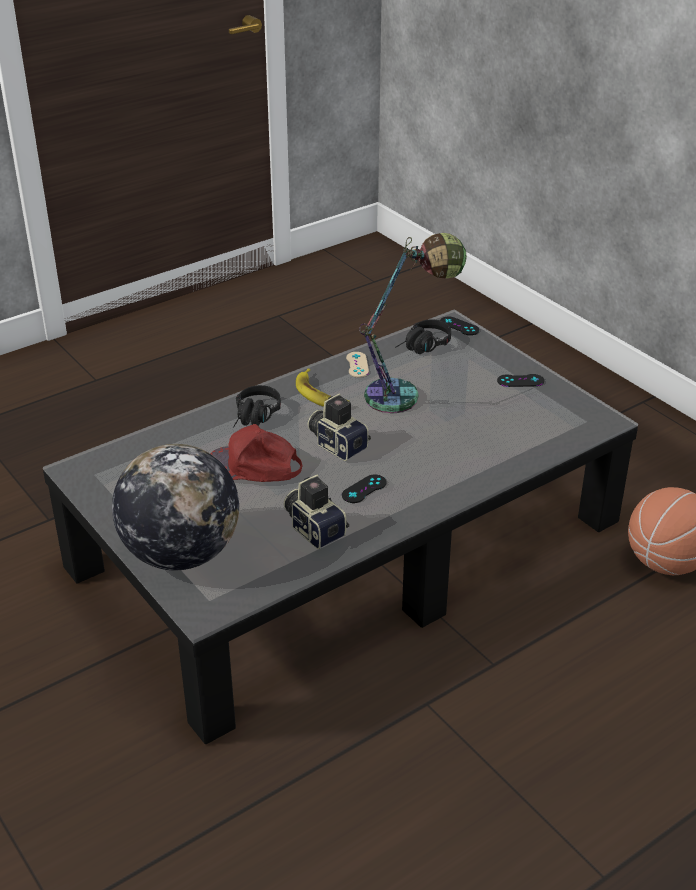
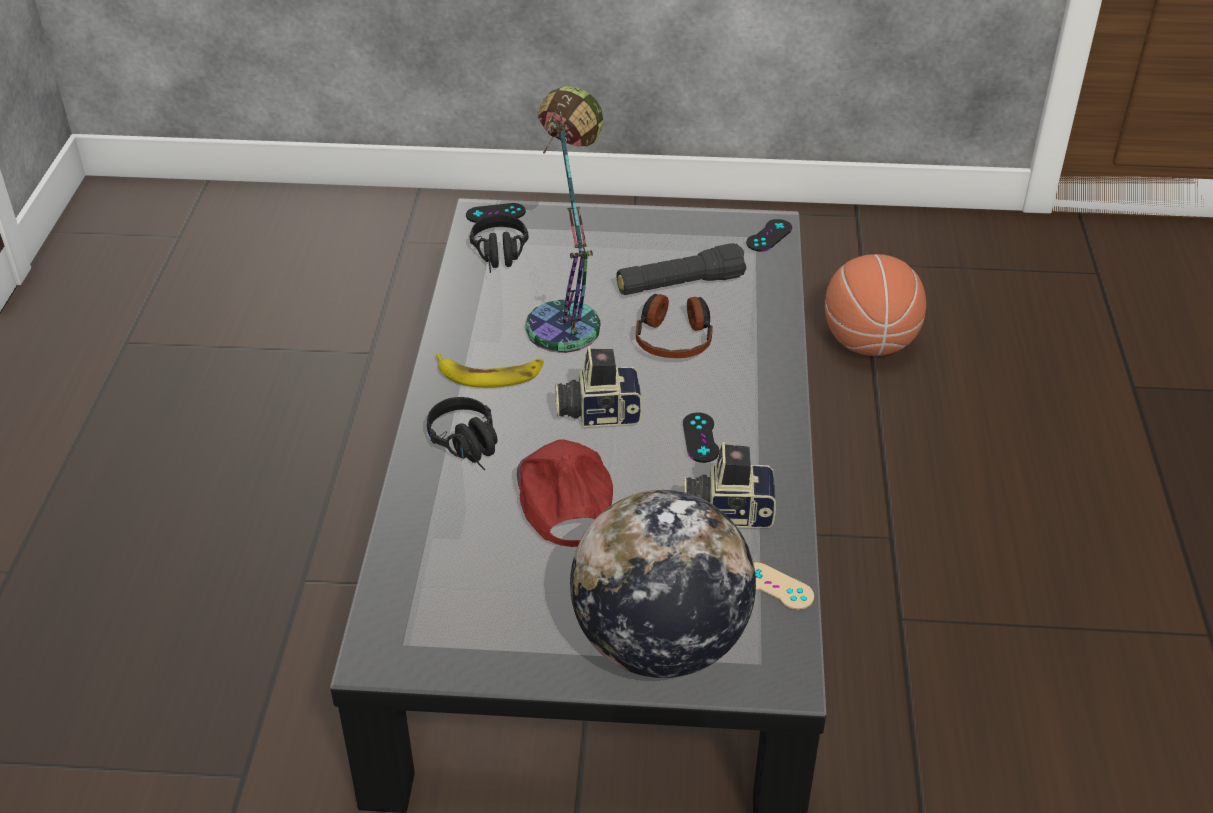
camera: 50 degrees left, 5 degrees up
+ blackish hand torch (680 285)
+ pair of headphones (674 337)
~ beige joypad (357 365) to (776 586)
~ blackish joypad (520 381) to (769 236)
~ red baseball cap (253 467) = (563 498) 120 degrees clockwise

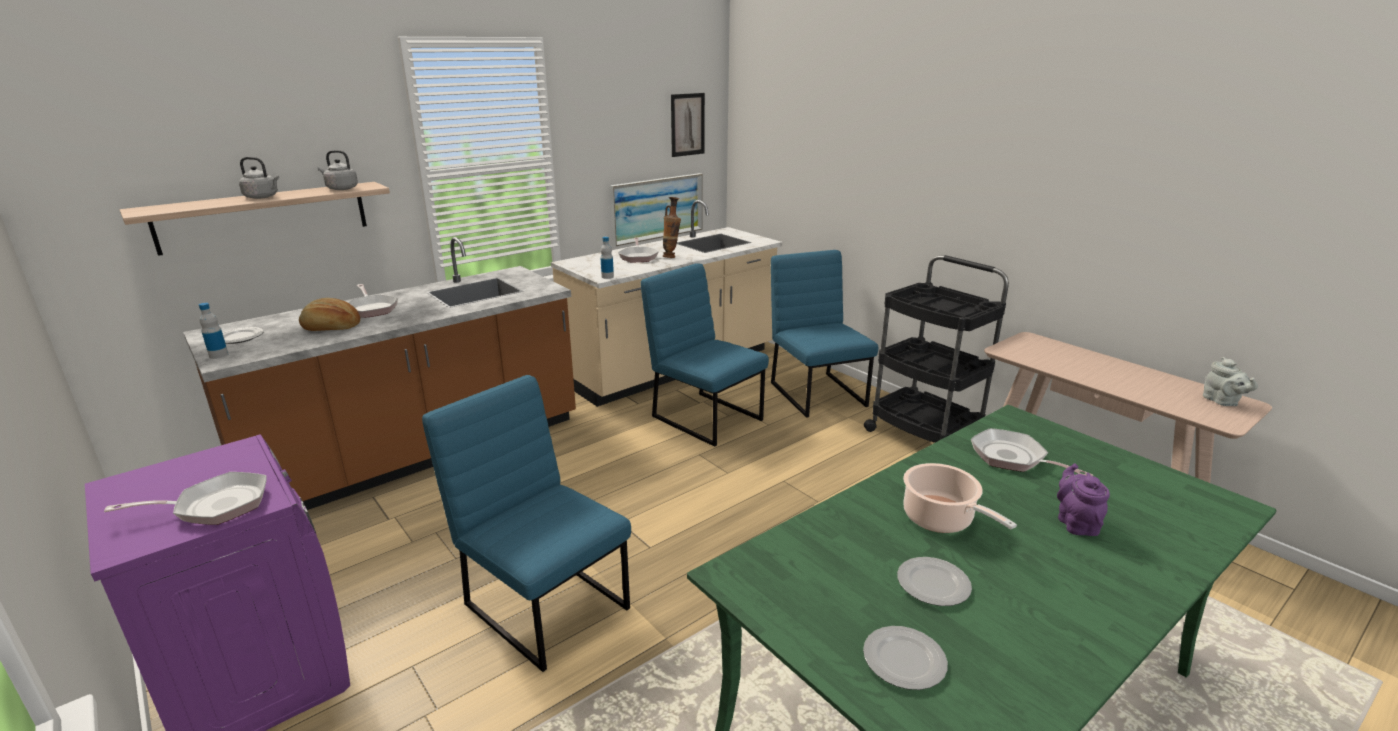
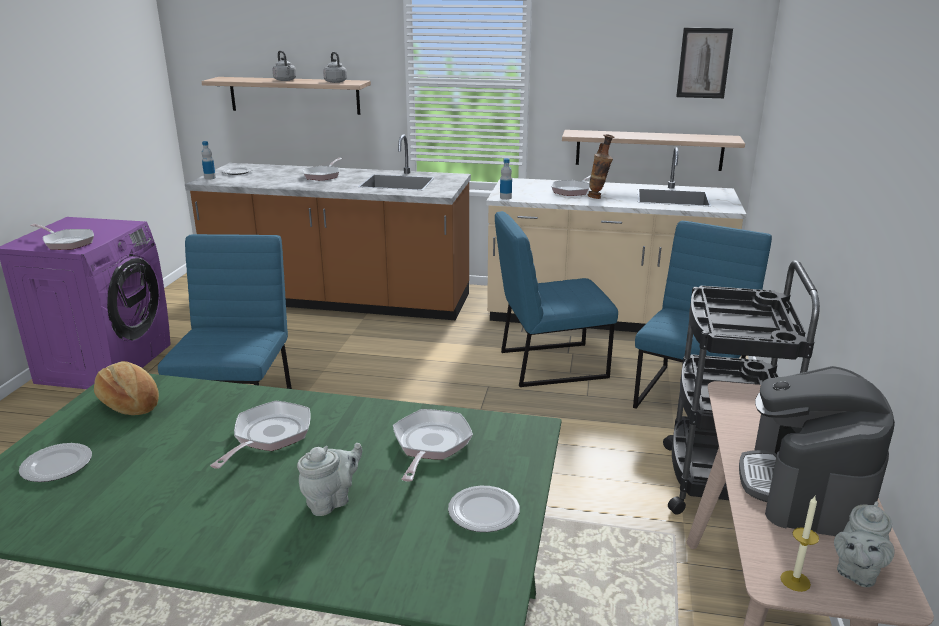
camera: 50 degrees right, 0 degrees up
+ coffee machine (806 487)
+ wax candle (795 581)
~ baked bread (331 328) to (129 403)
~ dinner plate (932 584) to (483 512)
~ wall picture (657 208) to wall shelf (649 150)
~ stockpot (941 519) to pan (269 436)
~ purple-coloured teapot (1075 523) to gray teapot (331 501)
~ blue upright chair (705 416) = (549 364) 105 degrees counterclockwise

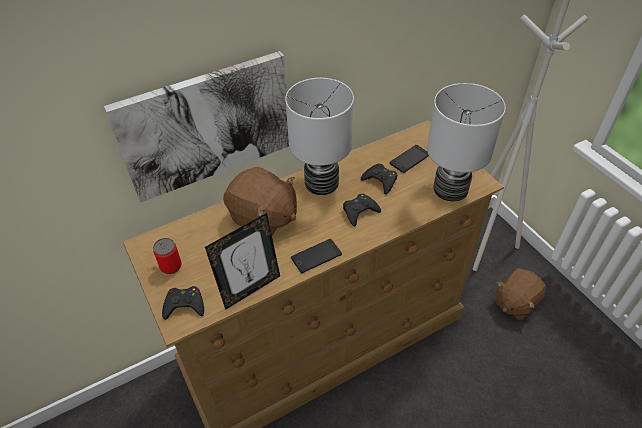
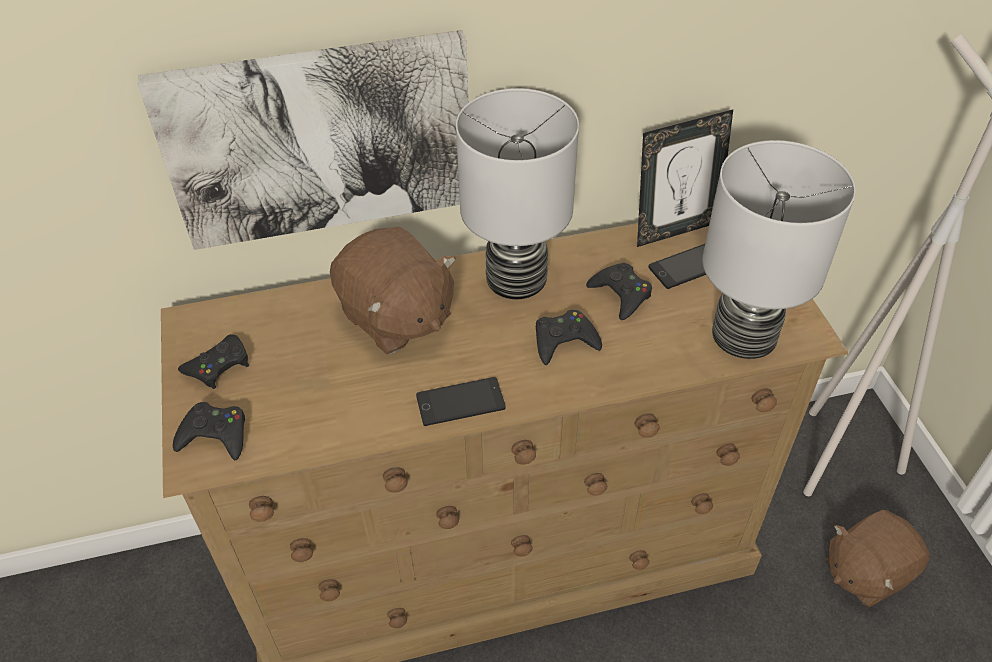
camera: 15 degrees right, 0 degrees up
~ standing frame (250 289) to (674 229)
~ can (171 266) to blackish joypad (218 366)

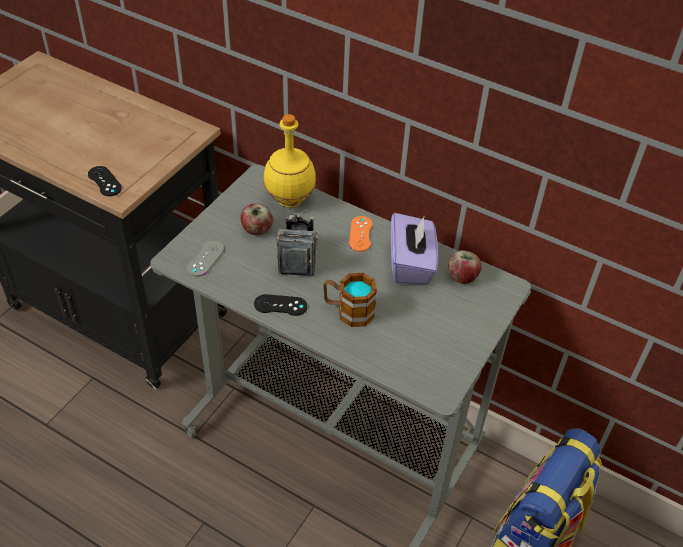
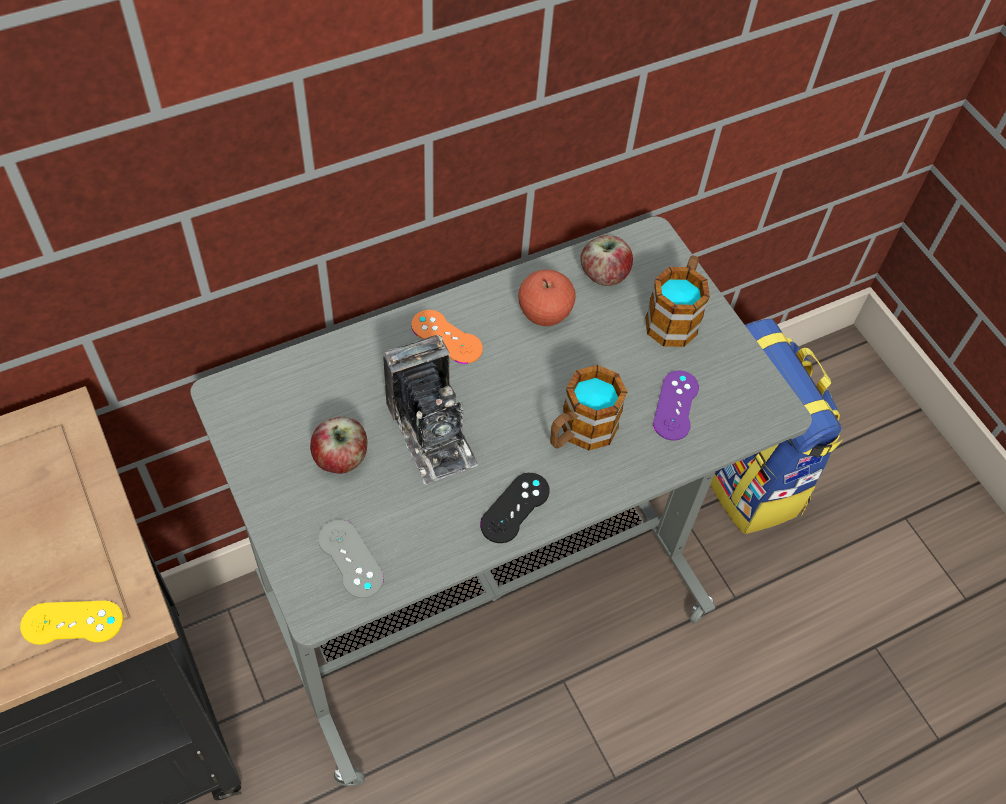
camera: 60 degrees left, 10 degrees up
- yellow bottle (290 201)
+ tea mug (674 316)
+ purple-coloured joypad (676 405)
~ purple-coloured tissue box (411 264) to apple (544 314)
~ blackish joypad (104 181) to yellow joypad (72 623)
~ still camera (299 254) = (431 432) 150 degrees counterclockwise

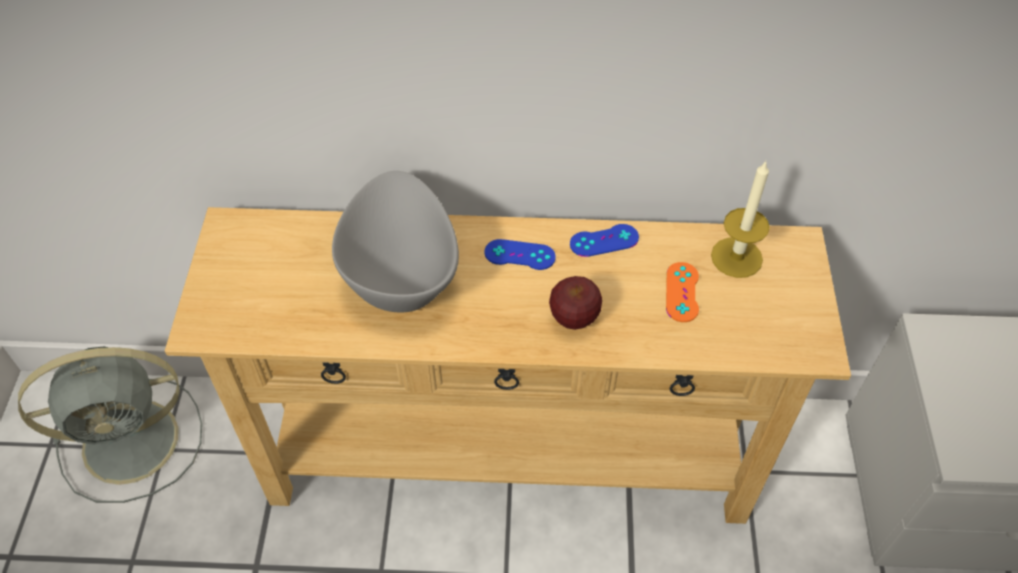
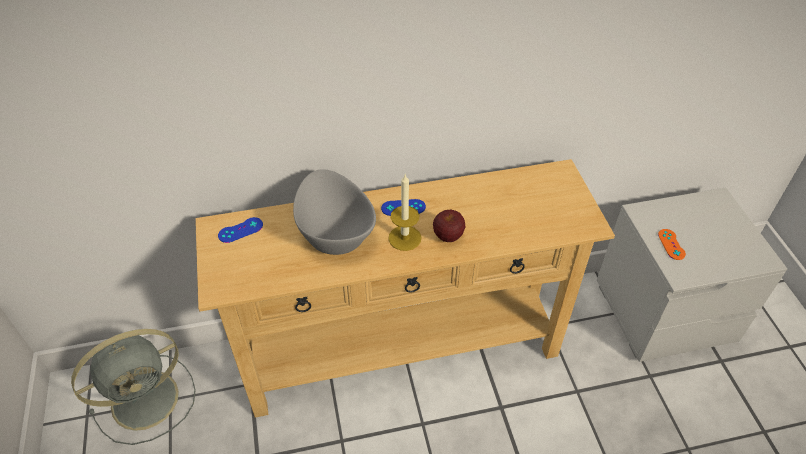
camera: 15 degrees left, 5 degrees down
~ blue joypad (604 241) to (240 230)
~ orangey joypad (682 292) to (671 244)
~ wax candle (736 257) to (404 238)

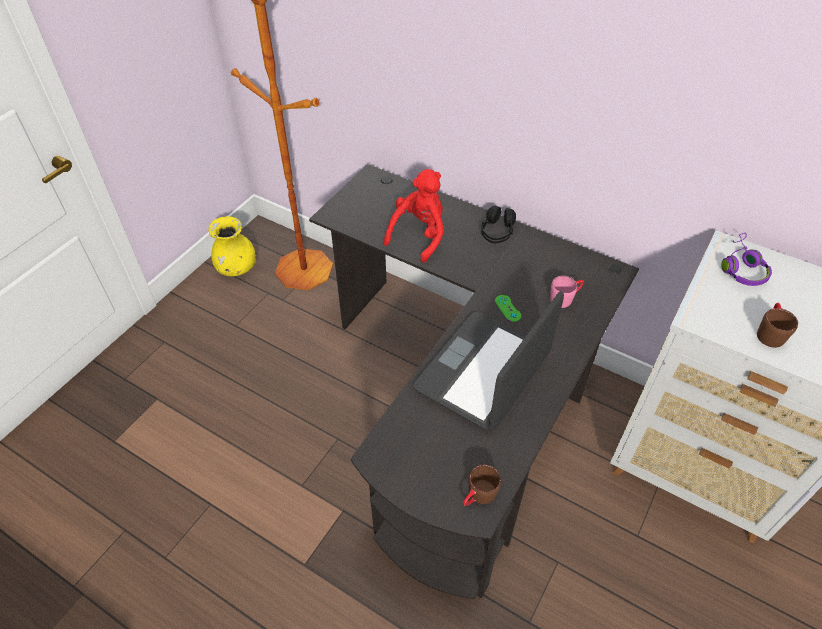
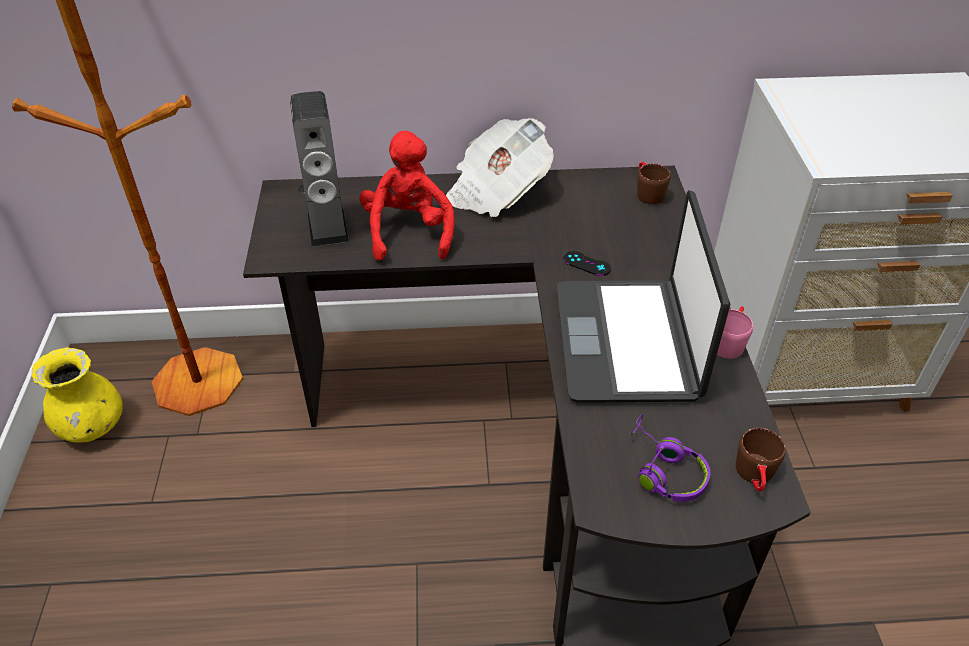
camera: 35 degrees left, 5 degrees down
+ loudspeaker (328 227)
~ pinkish tea mug (565 298) to (728 341)
~ purple-coloured pair of headphones (741 268) to (663 470)
~ brown tea mug (769 332) to (647 192)
~ blackish pair of headphones (497 232) to daily paper (496 191)
~ green joypad (508 308) to blackish joypad (587 264)

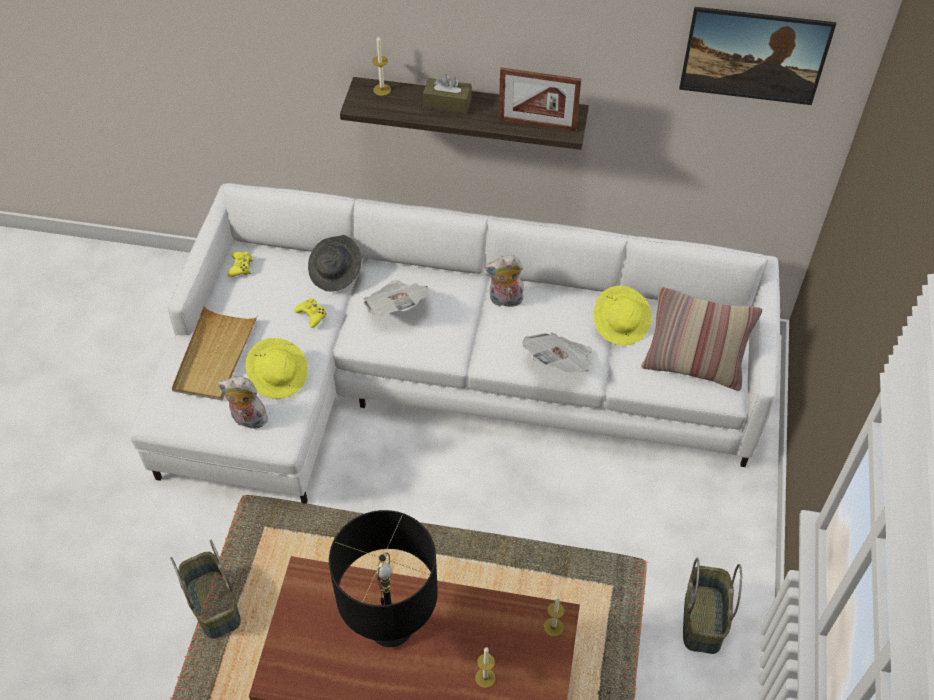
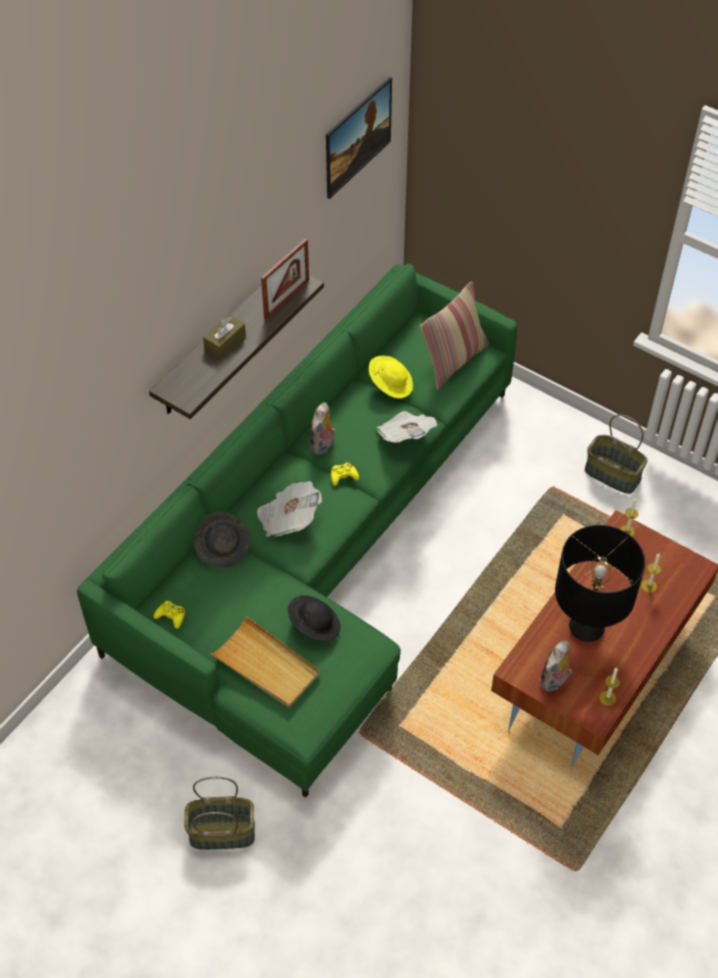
camera: 65 degrees left, 0 degrees up
~ household basket (215 605) to (222 831)
~ plush toy (247 420) to (554 681)
~ yellow joypad (312 315) to (343 476)
~ wax candle (382 89) to (607 698)
~ white-coloured sofa (441 377) to green sofa (316 547)
~ yellow clothing hat (279 376) to blackish clothing hat (314 625)

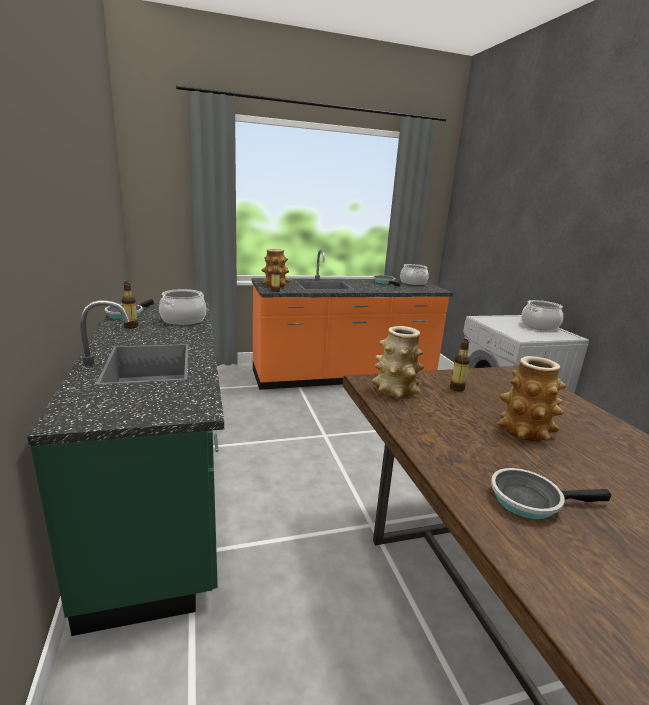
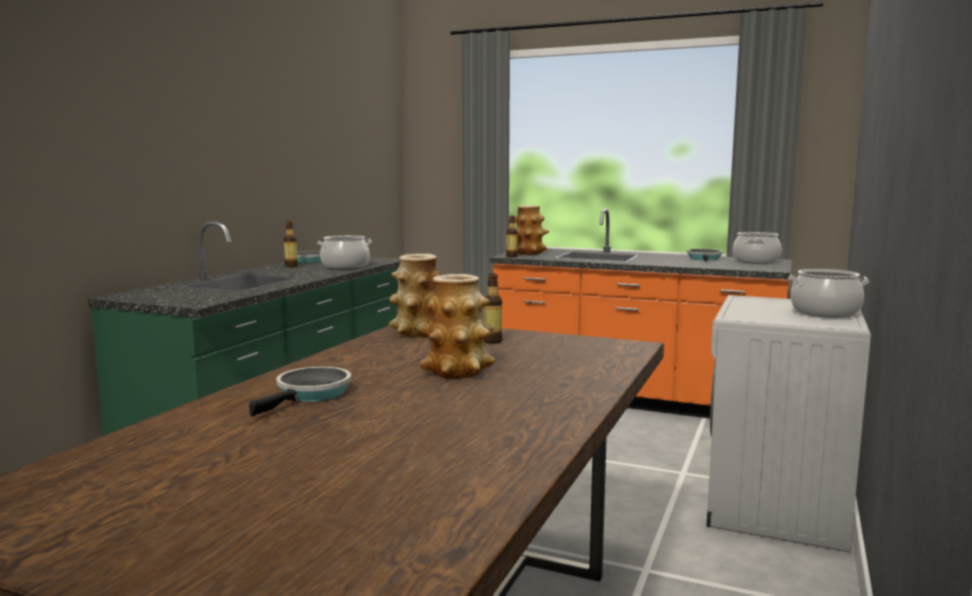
camera: 40 degrees right, 10 degrees down
~ pan (530 500) = (310 394) 75 degrees clockwise

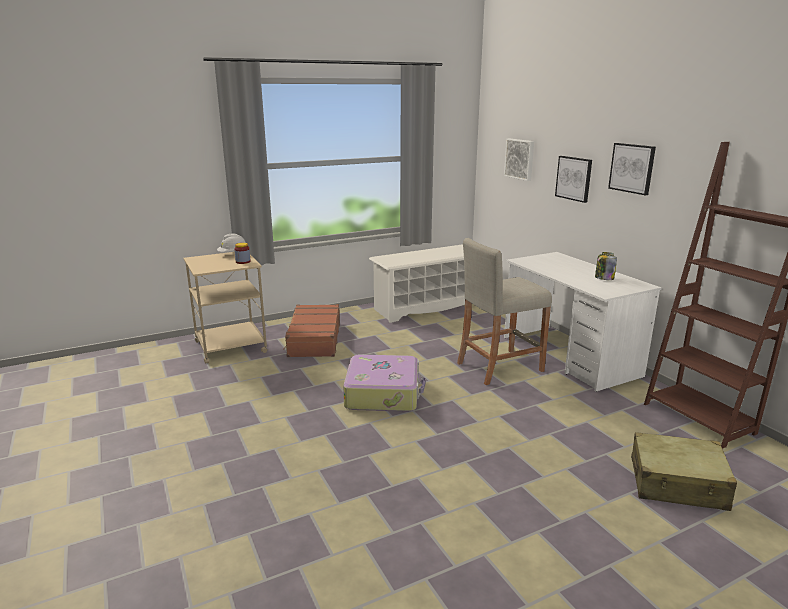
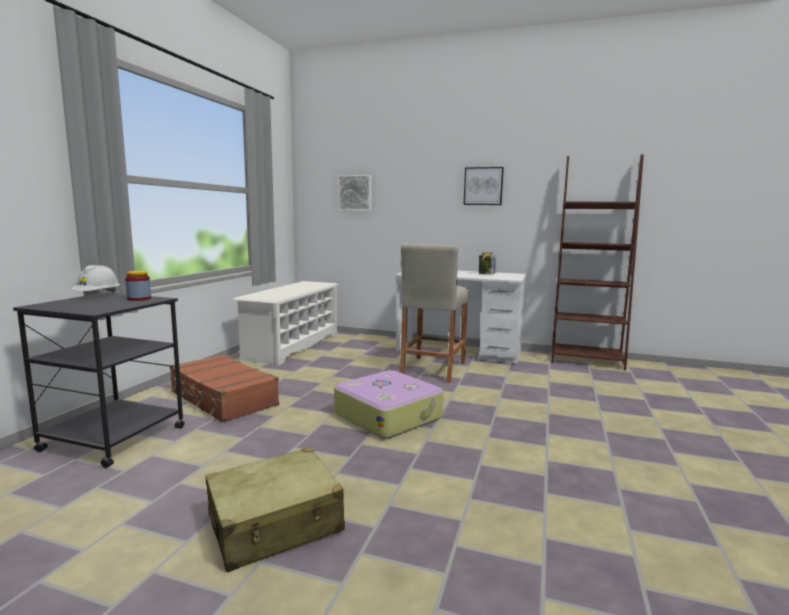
camera: 45 degrees left, 10 degrees down
- wall picture (574 178)
~ beige piece of luggage (677 484) to (275 524)
~ beige cart (232 346) to blackish cart (115 437)

